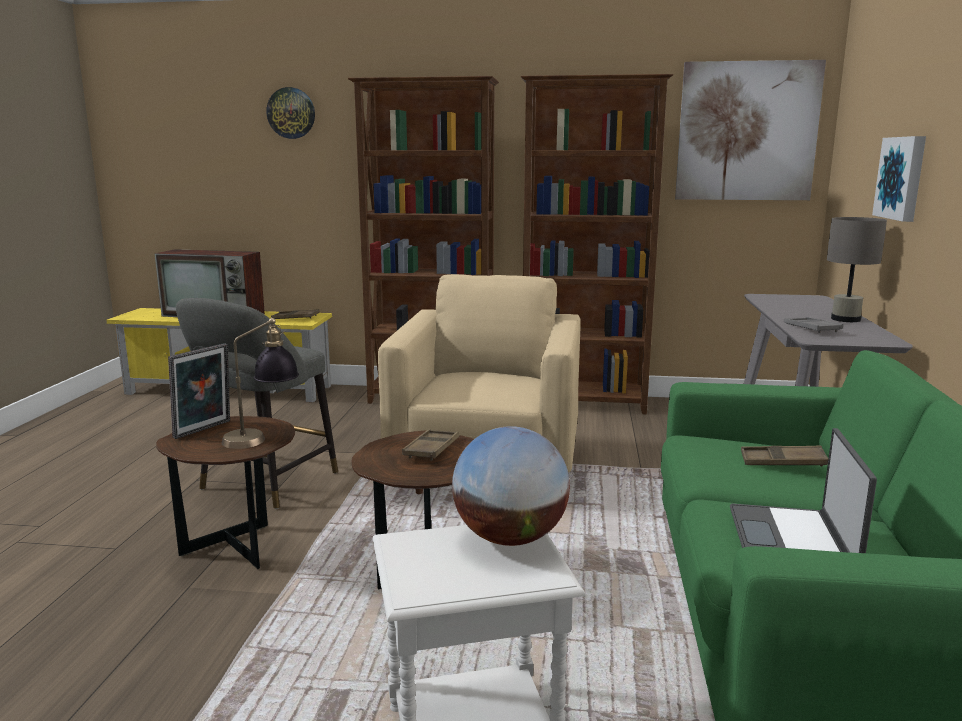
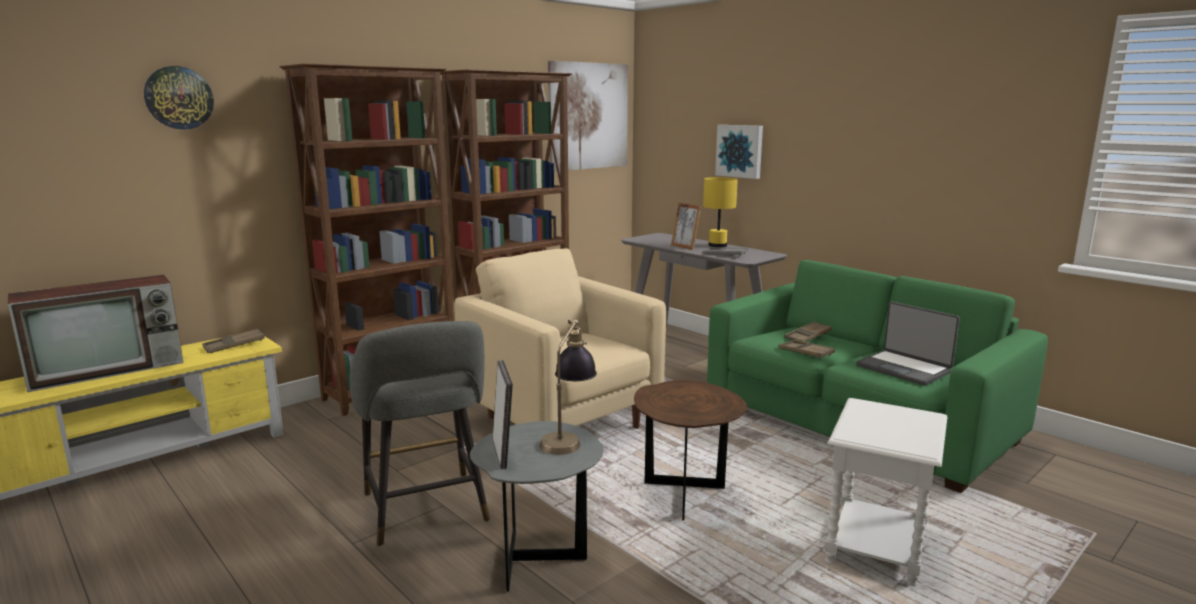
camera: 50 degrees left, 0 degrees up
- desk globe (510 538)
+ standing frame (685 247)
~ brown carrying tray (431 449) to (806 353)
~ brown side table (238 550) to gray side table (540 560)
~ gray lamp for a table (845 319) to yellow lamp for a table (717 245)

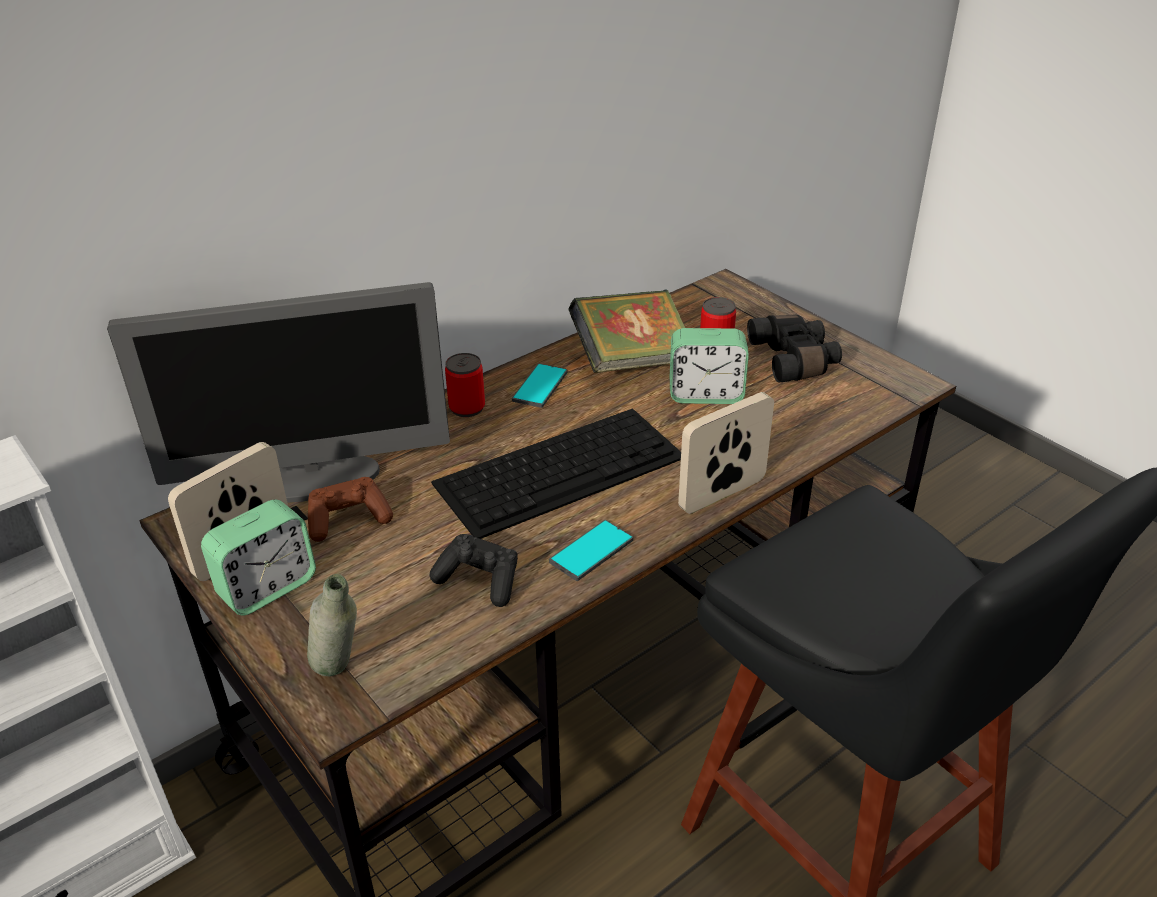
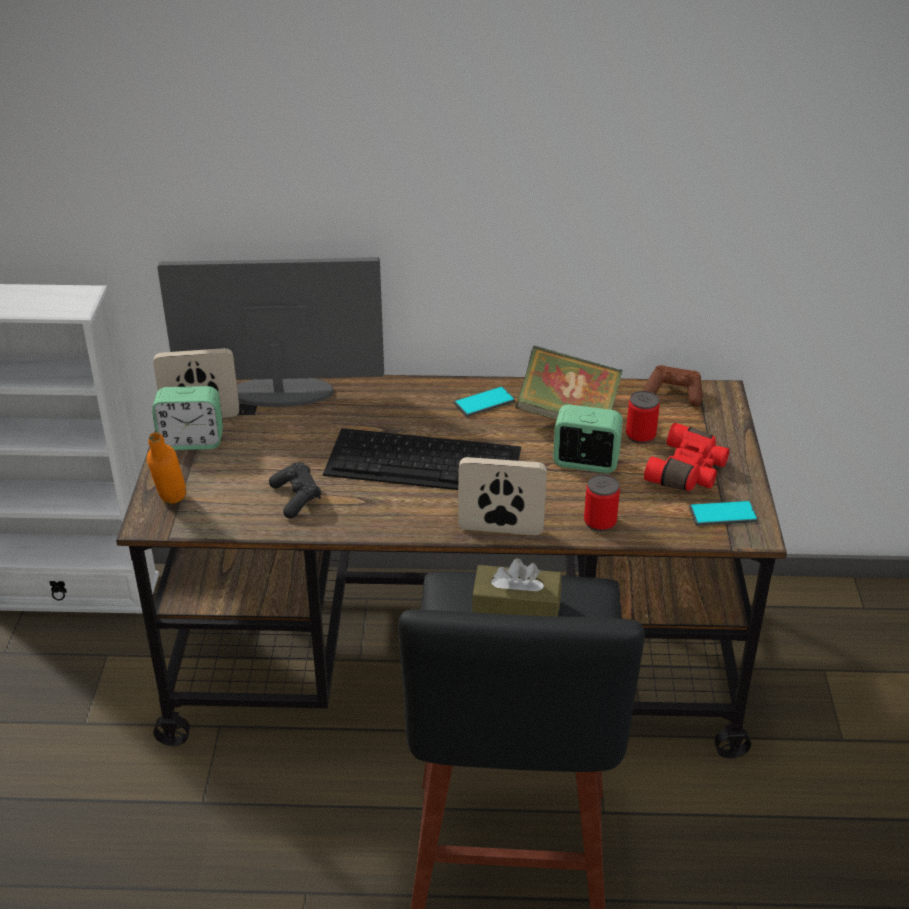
camera: 40 degrees right, 0 degrees up
+ brown tissue box (516 610)
~ brown joypad (348 519) to (674 394)
~ can (467 408) to (600 522)
~ phone (591 551) to (722 514)
~ gray bottle (341 676) to orangey bottle (172 506)
~ blackish binoculars (795 360) to red binoculars (688 472)
~ monitor (310 479) = (281 393) 150 degrees clockwise
~ bedside clock (705 394) = (585 462) 150 degrees clockwise

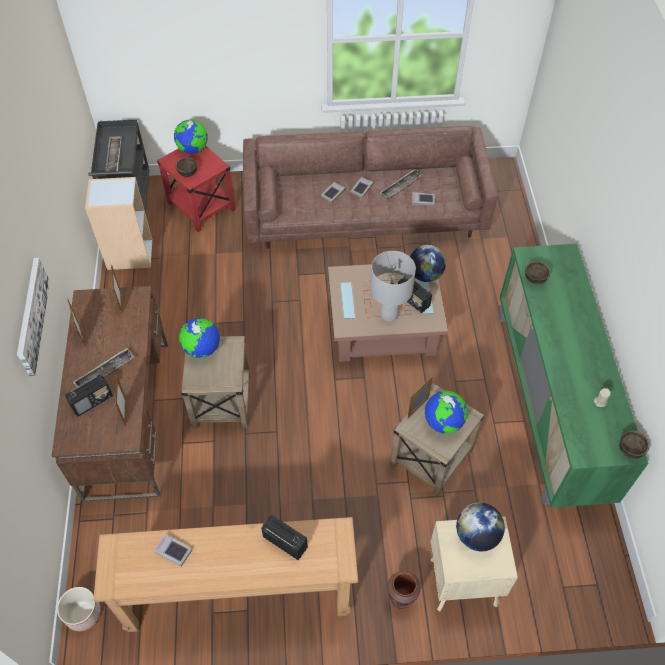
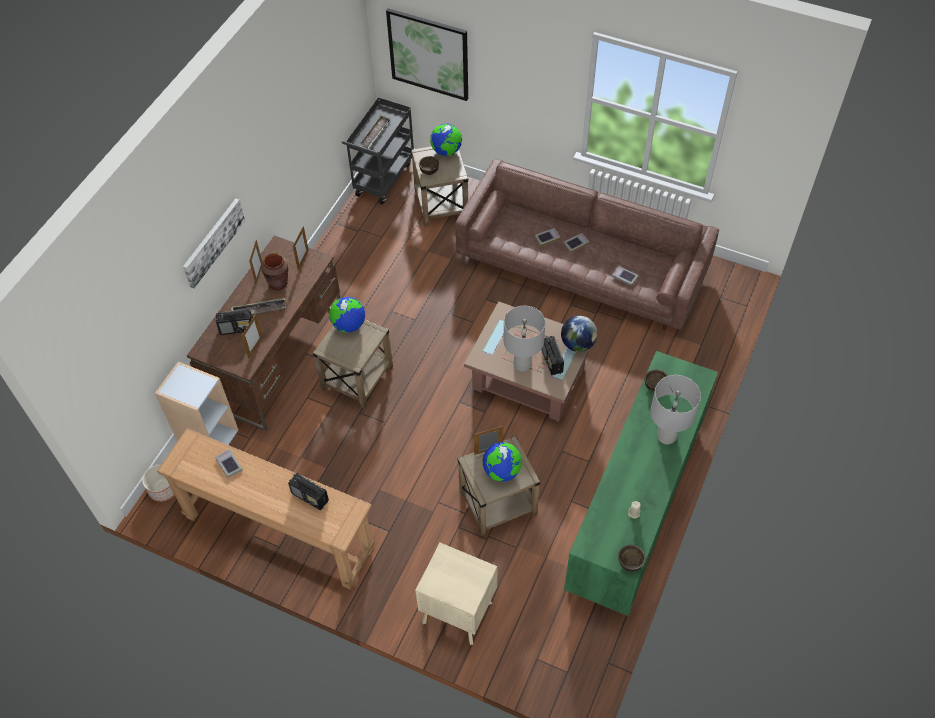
camera: 30 degrees right, 0 degrees up
- carrying tray (401 186)
- desk globe (476 535)
+ wall picture (429 54)
+ gray lamp for a table (666 436)
~ shelving unit (129 254) to (208 436)
~ brown decorative vase (401 597) to (278 283)
~ red side table (201 207) to beige side table (441 205)
~ radio receiver (284 542) = (310 497) 150 degrees clockwise

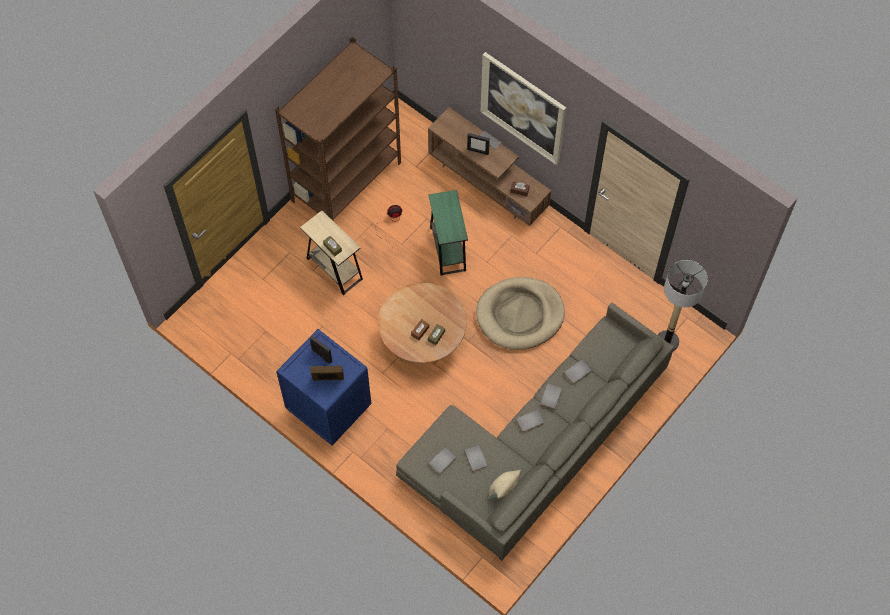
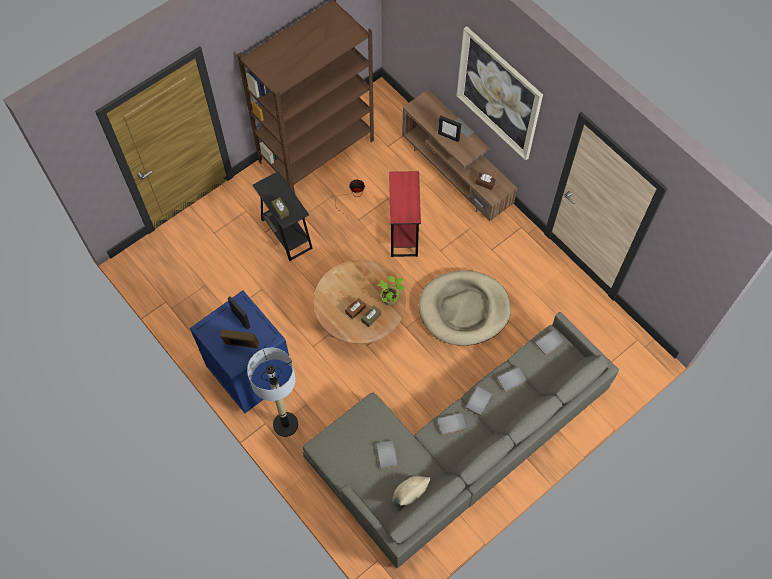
camera: 10 degrees right, 0 degrees up
+ houseplant (390 299)
~ gray book (443 461) to (550 343)
~ standing lamp (667 341) to (285 424)
~ beige side table (334 269) to blackish side table (286 234)
~ green side table (448 249) to red side table (403 231)

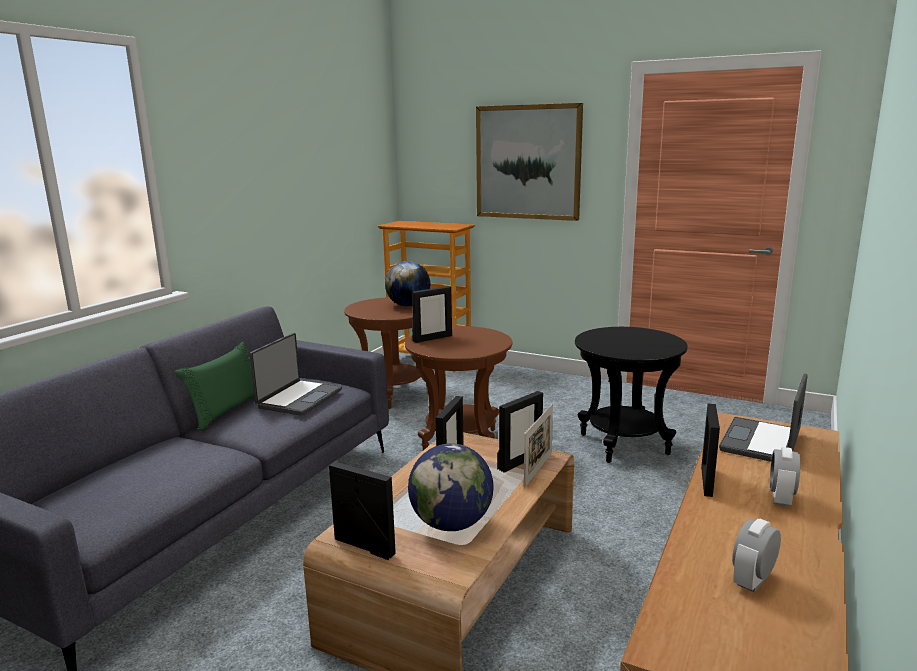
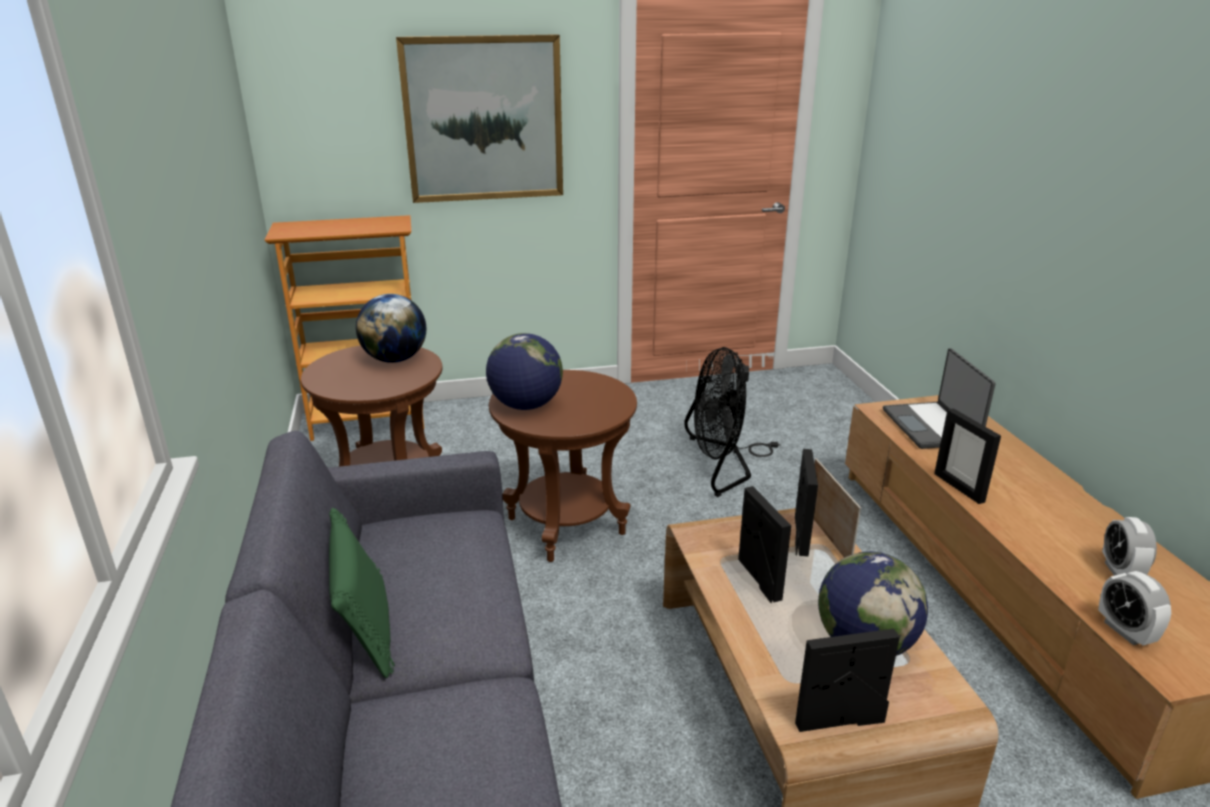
camera: 40 degrees left, 10 degrees up
- laptop (298 398)
~ bedside clock (781 498) to (1125 631)
~ standing frame (432 338) to desk globe (526 406)
~ blackish side table (624 444) to blackish fan (725 462)

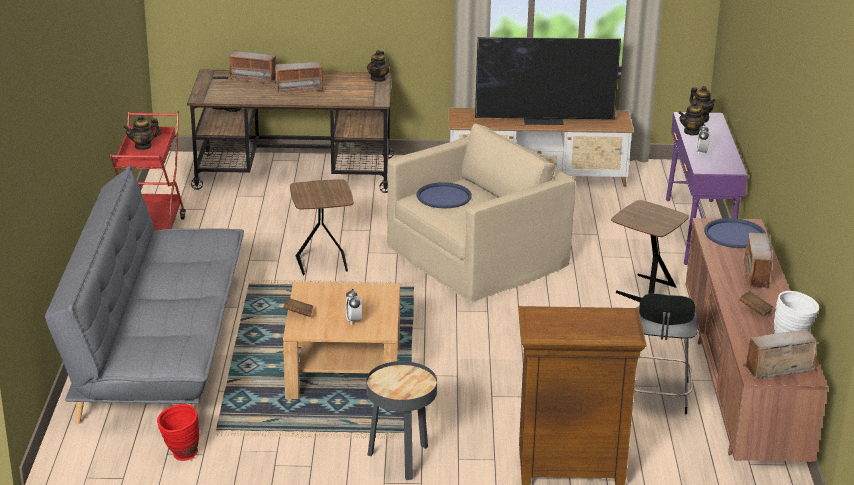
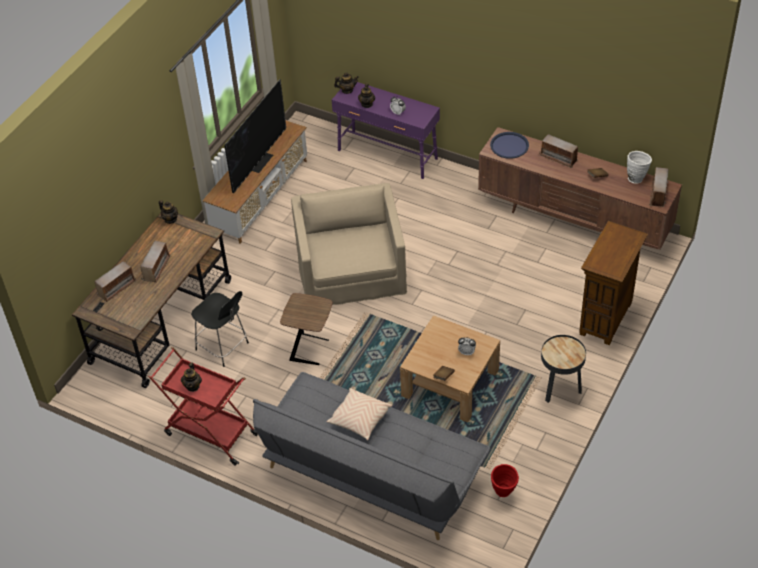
camera: 60 degrees left, 20 degrees up
- blue carrying tray (444 196)
- brown side table (643 290)
+ beige throw pillow (359 419)
~ blackish upright chair (657 396) to (223 347)

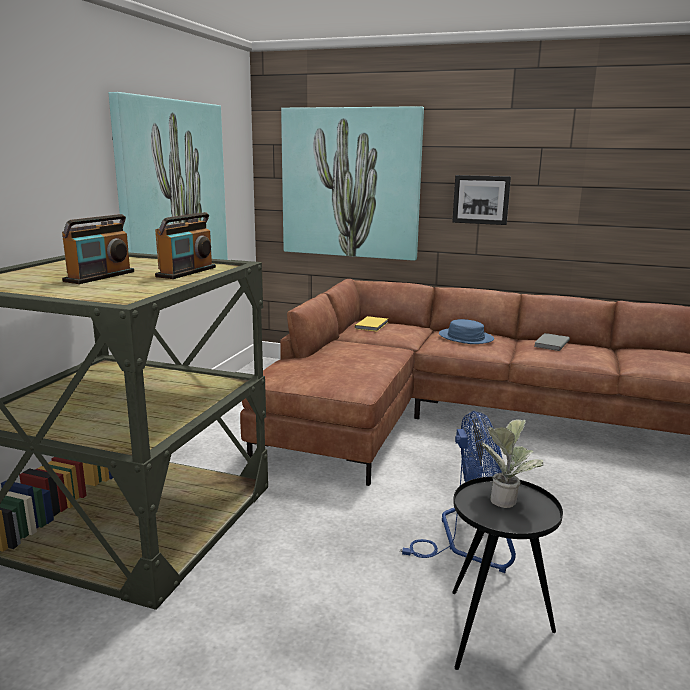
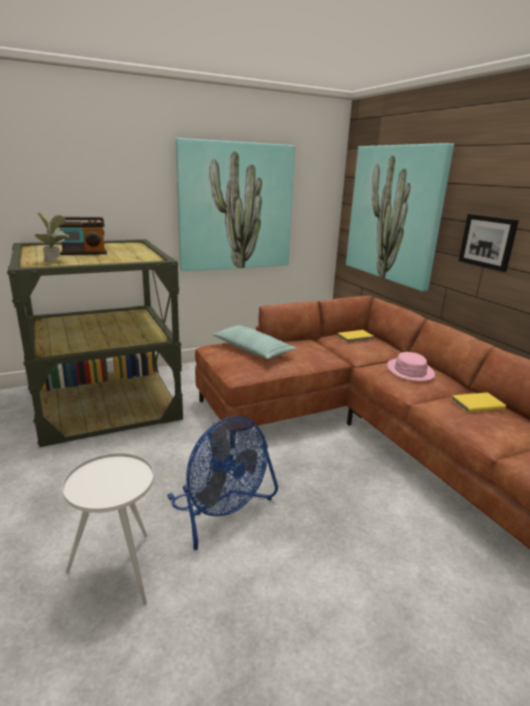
camera: 45 degrees right, 5 degrees up
- radio receiver (186 272)
+ throw pillow (252 350)
~ houseplant (506 498) to (56 261)
~ blue clothing hat (465 337) to pinkish clothing hat (410 371)
~ blackish side table (494 631) to white-coloured side table (119 573)
~ gray book (550 343) to yellow book (476 404)

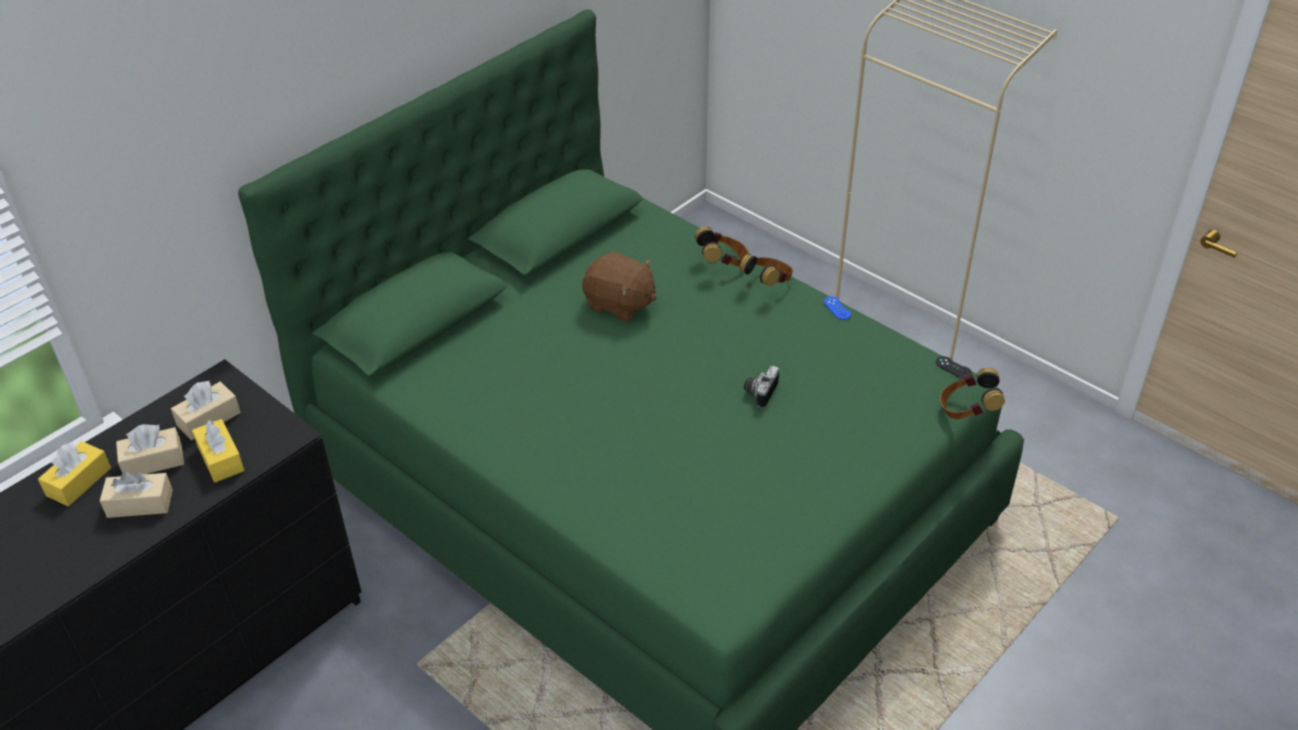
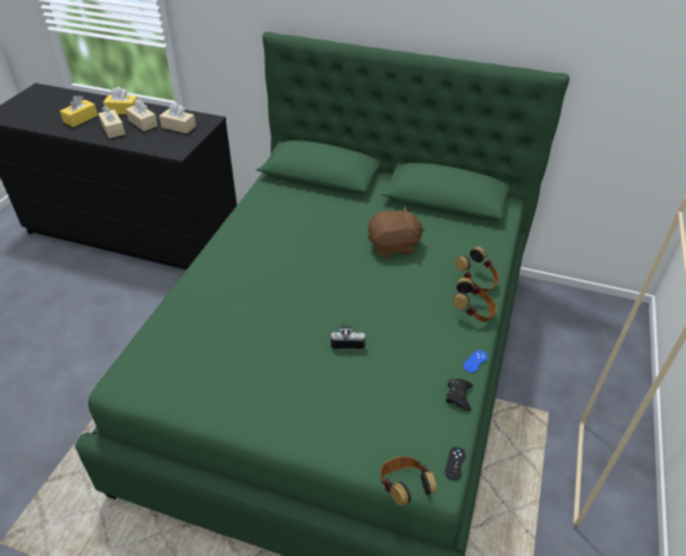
camera: 65 degrees right, 0 degrees up
+ blackish joypad (459 396)
~ yellow tissue box (221 459) to (81 119)
~ brown plush toy (619 304) = (393 246) 105 degrees counterclockwise

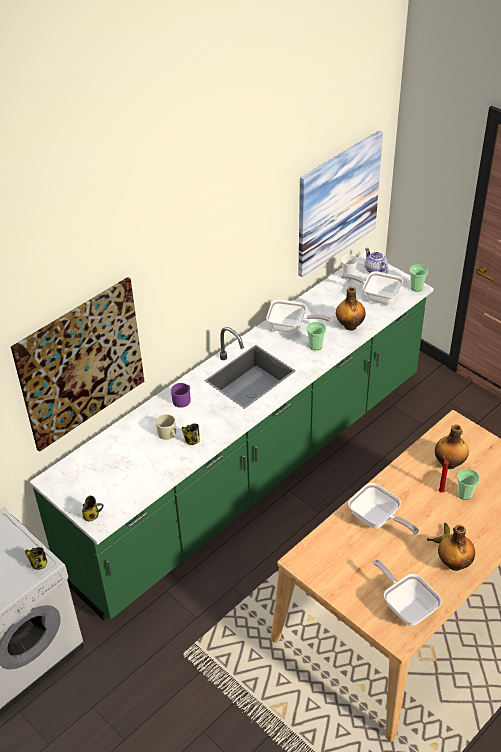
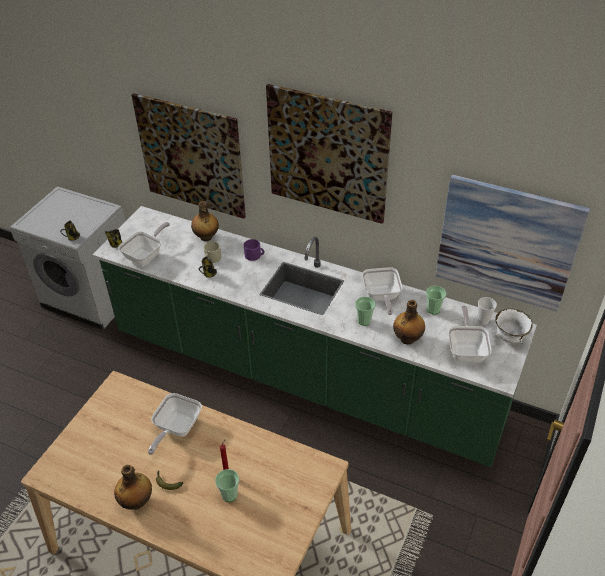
camera: 70 degrees right, 0 degrees up
+ wall picture (328 154)
~ pan (406 606) to (146 255)
~ cup (416 287) to (433 309)
~ bottle (449 463) to (206 237)
~ teapot (374 270) to white-coloured serving bowl (509 338)

